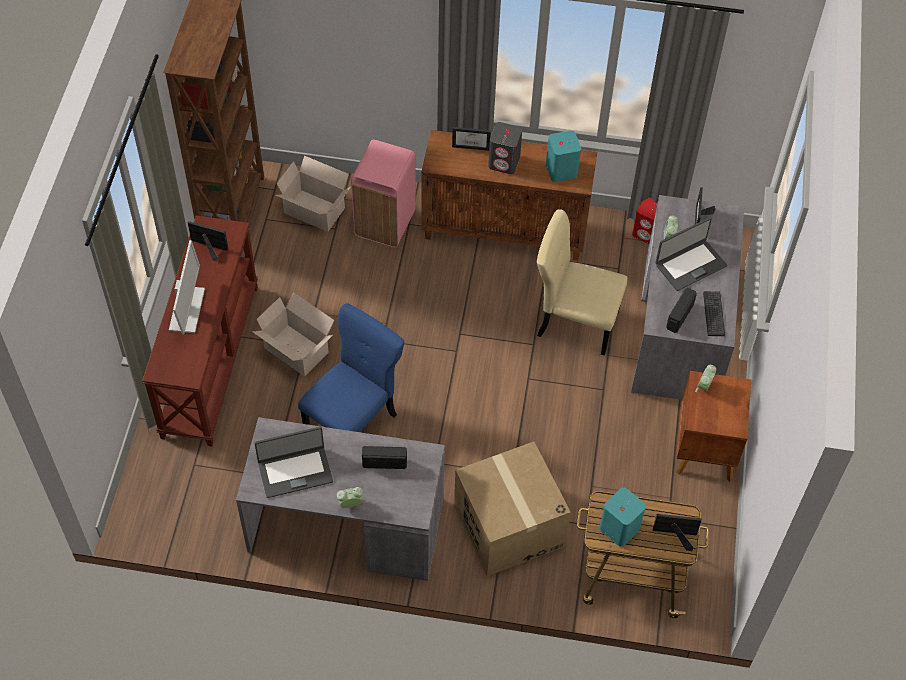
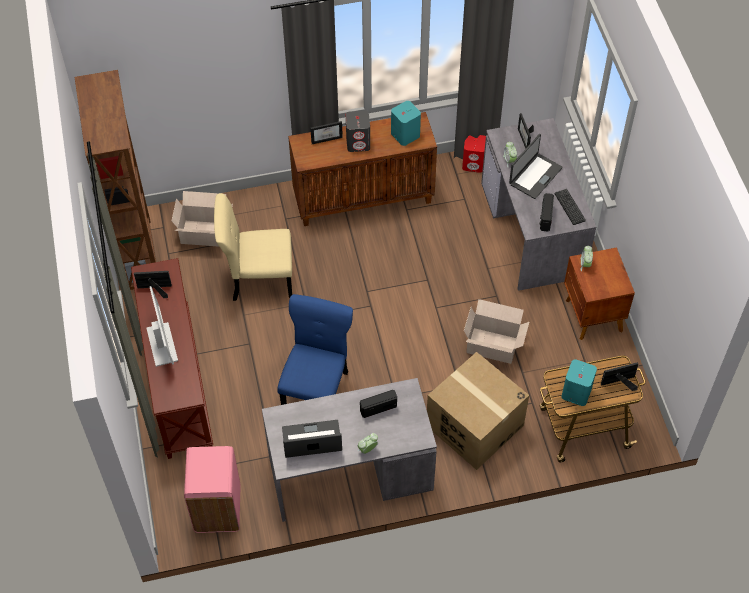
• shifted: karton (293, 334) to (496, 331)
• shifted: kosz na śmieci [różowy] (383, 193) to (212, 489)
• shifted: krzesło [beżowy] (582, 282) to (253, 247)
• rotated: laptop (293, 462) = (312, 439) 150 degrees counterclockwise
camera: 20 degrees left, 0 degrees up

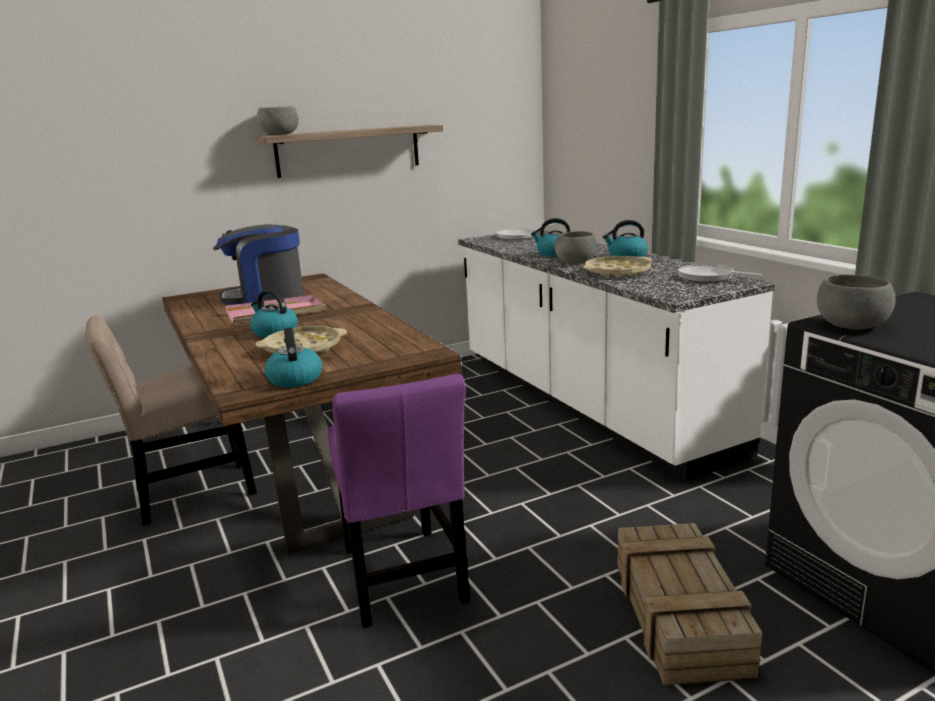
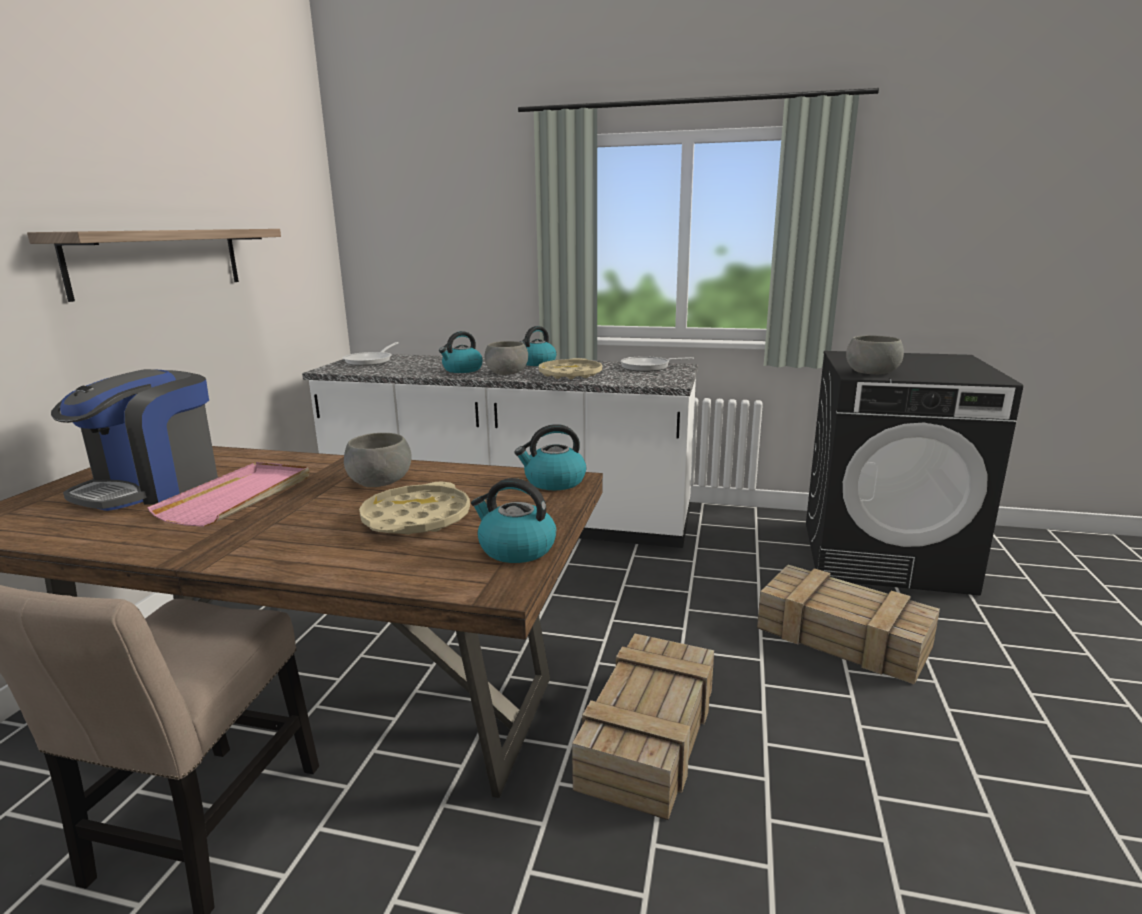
• shifted: czajnik (274, 313) to (550, 457)
• shifted: miska [szary] (278, 120) to (378, 460)
• swapped: krzesło [fioletowy] (399, 501) to skrzynka (643, 727)
camera: 50 degrees left, 0 degrees up

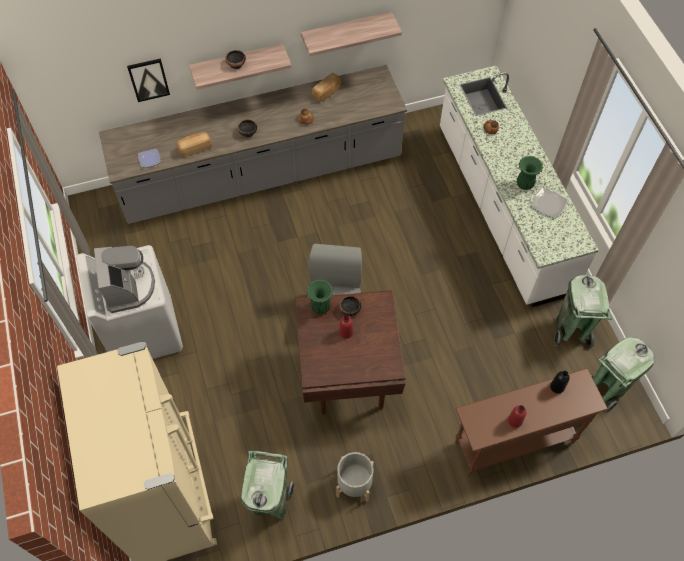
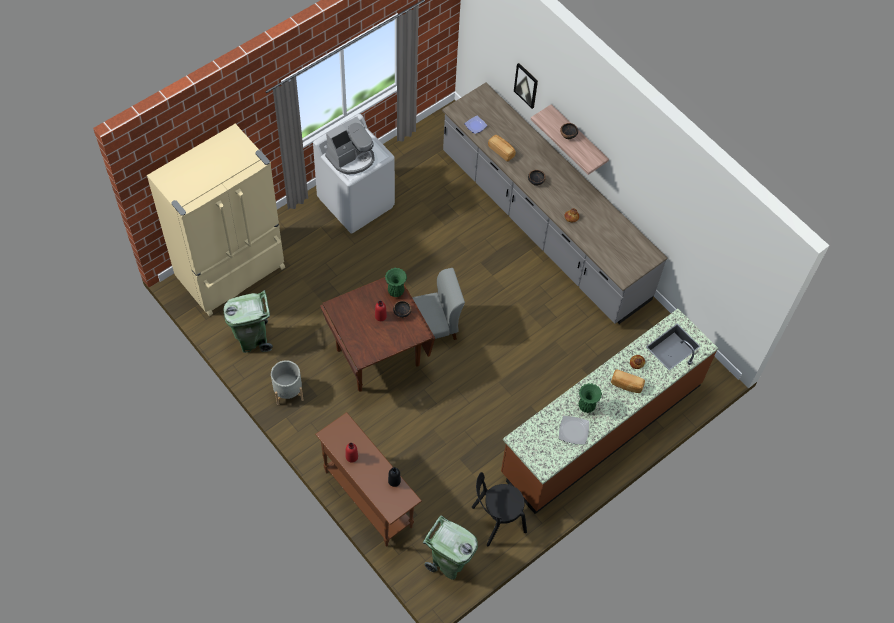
• gone: półka (351, 34)
• shifted: chleb (326, 87) to (628, 381)
• swapped: kosz na śmieci [zielony] (583, 311) to krzesło [czarny] (499, 509)
• repainted: zabudowa kuchenna [biały] (519, 186) to zabudowa kuchenna [brązowy] (609, 411)
camera: 65 degrees right, 0 degrees up

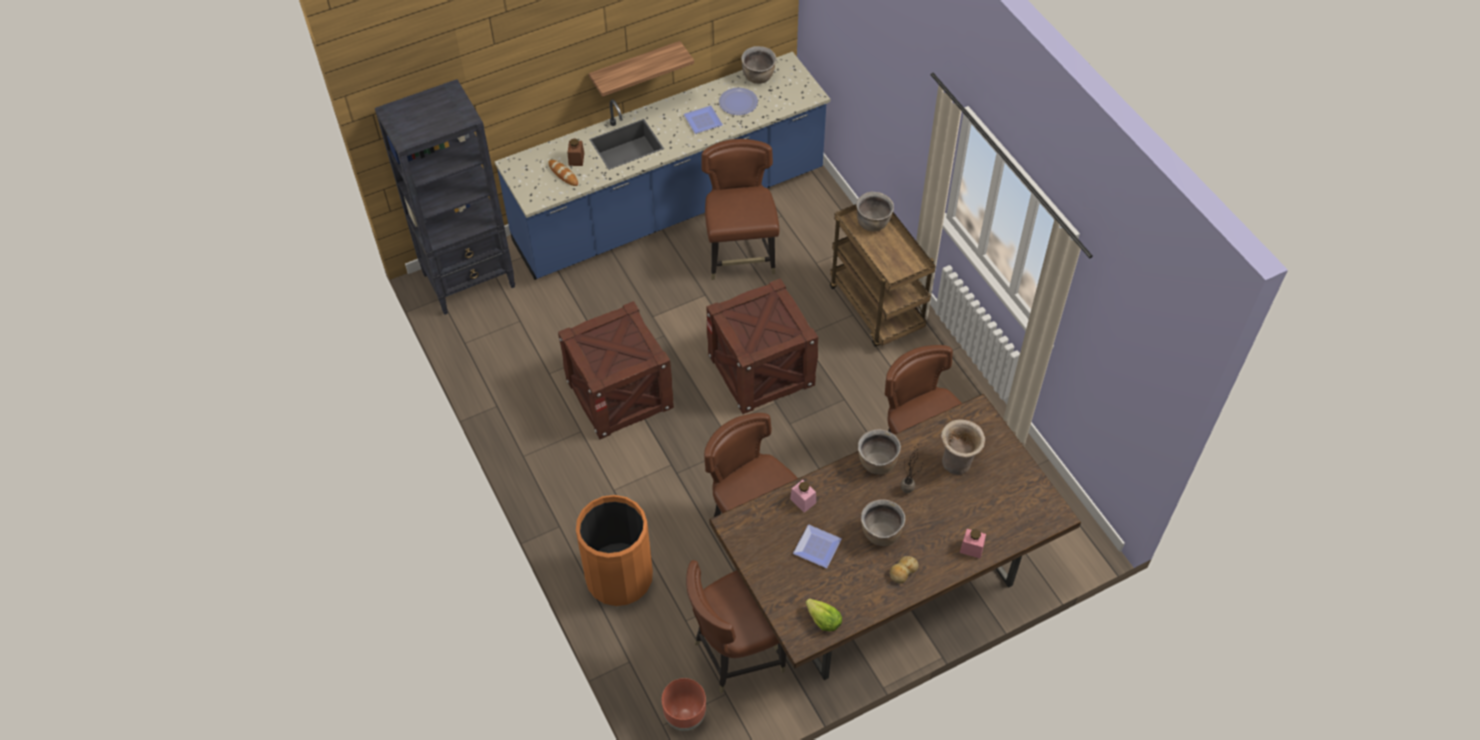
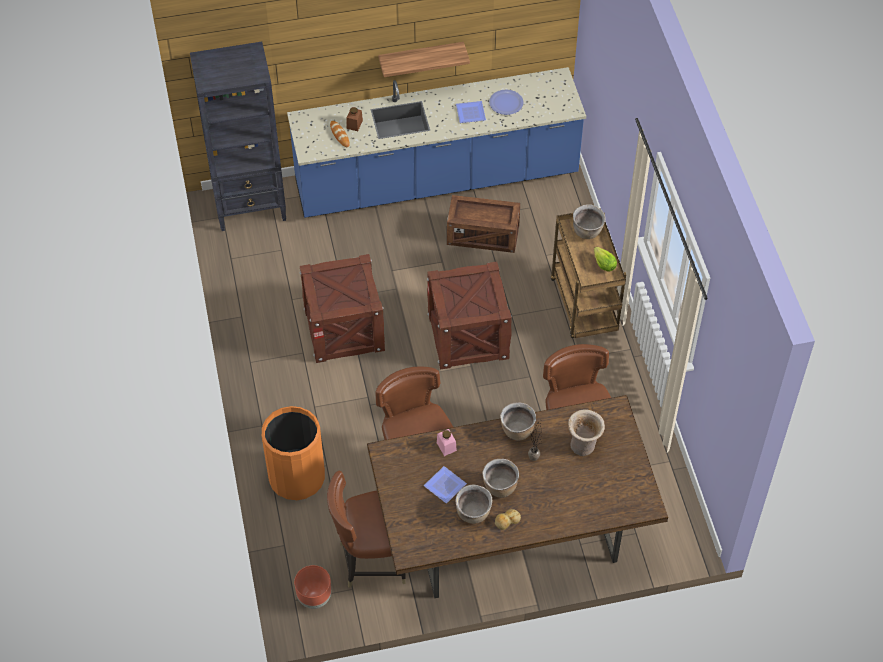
• gone: słoik [różowy] (973, 543)
• shifted: garnek [brązowy] (758, 65) to (474, 504)
• shifted: sałata (823, 614) to (605, 259)
• swapped: krzesło [brązowy] (740, 209) to skrzynka (483, 224)
camera: 15 degrees right, 0 degrees up

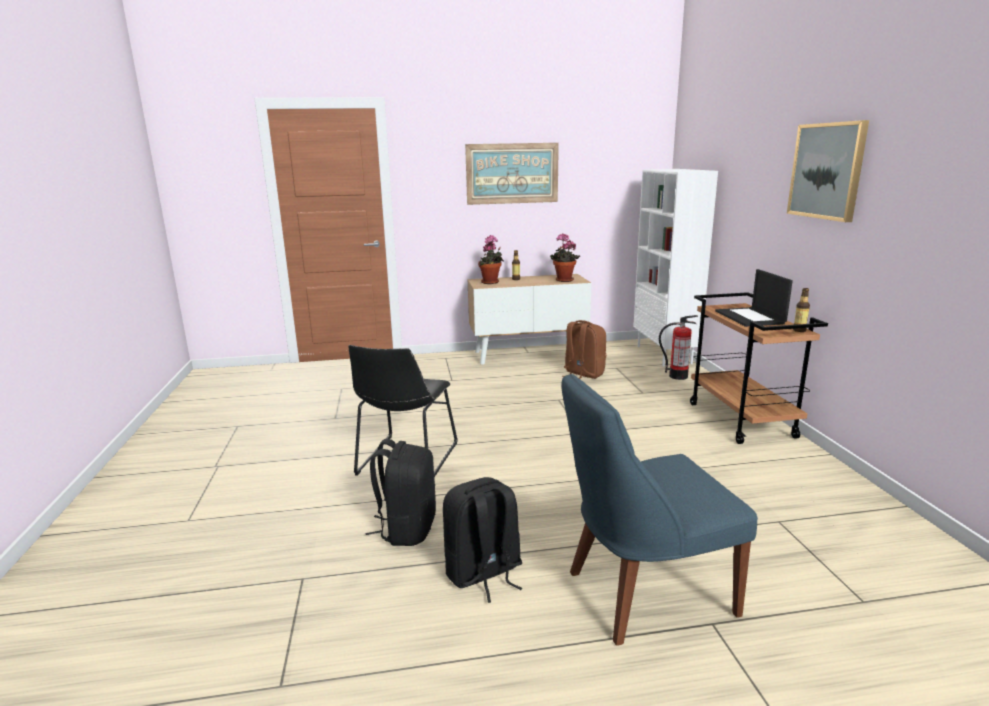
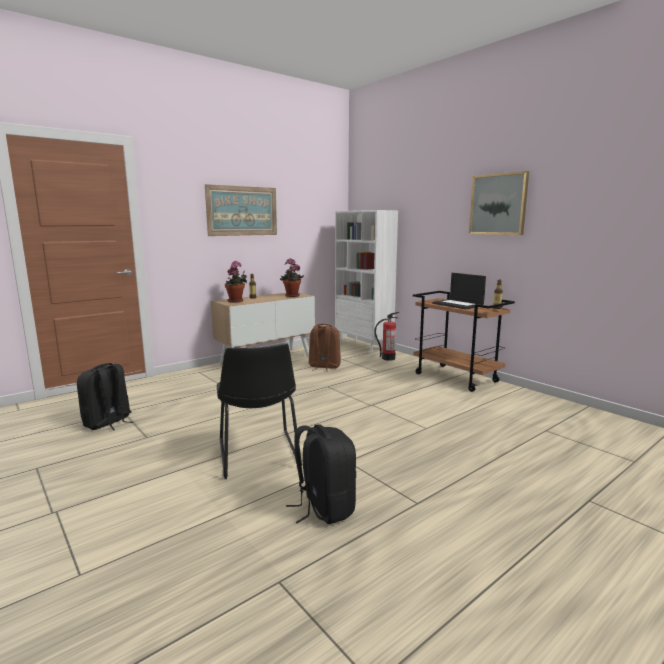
• gone: krzesło [niebieski] (659, 510)
• shifted: plecak [czarny] (482, 540) to (105, 397)
camera: 30 degrees left, 5 degrees down

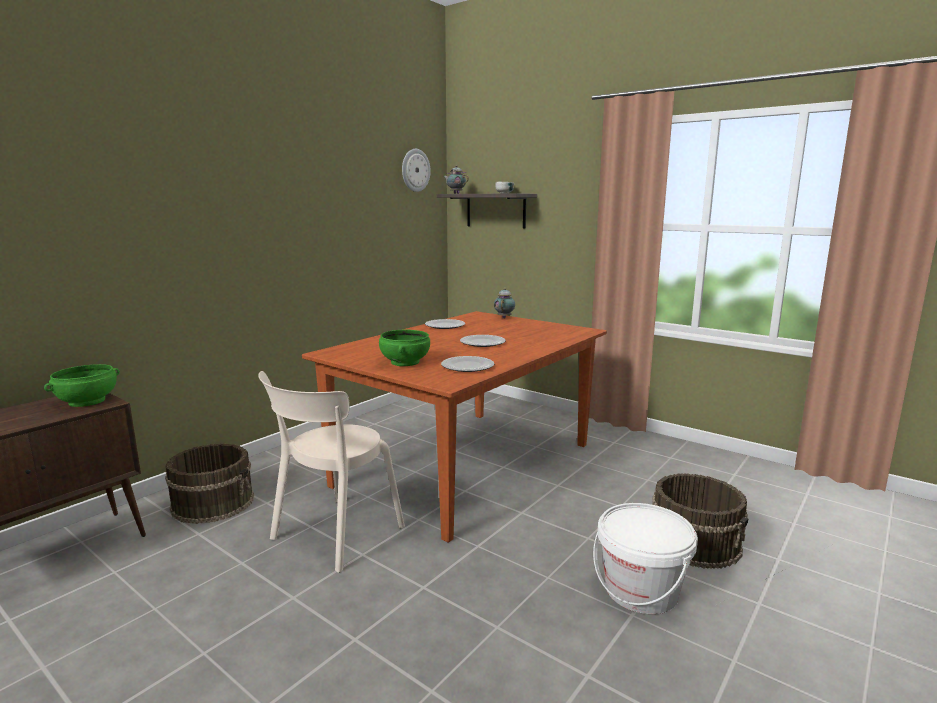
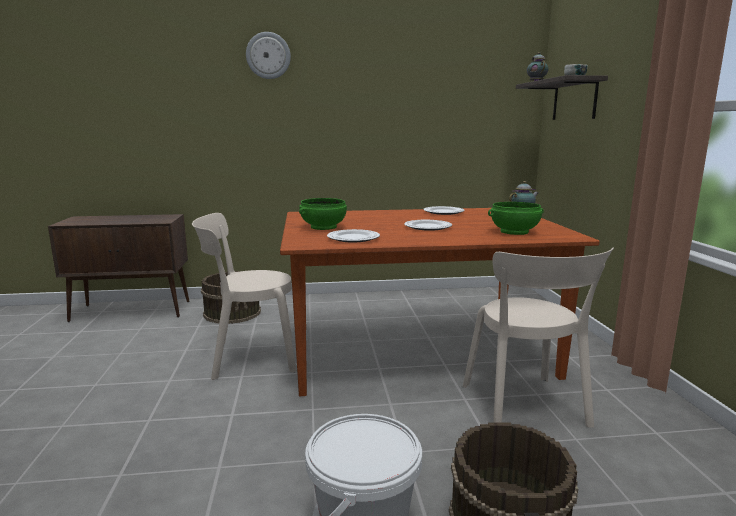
• new: krzesło [beżowy] (538, 338)
• shifted: miska [zielony] (82, 385) to (516, 218)
• shifted: zegar ścienny (416, 170) to (268, 55)
camera: 45 degrees right, 0 degrees up

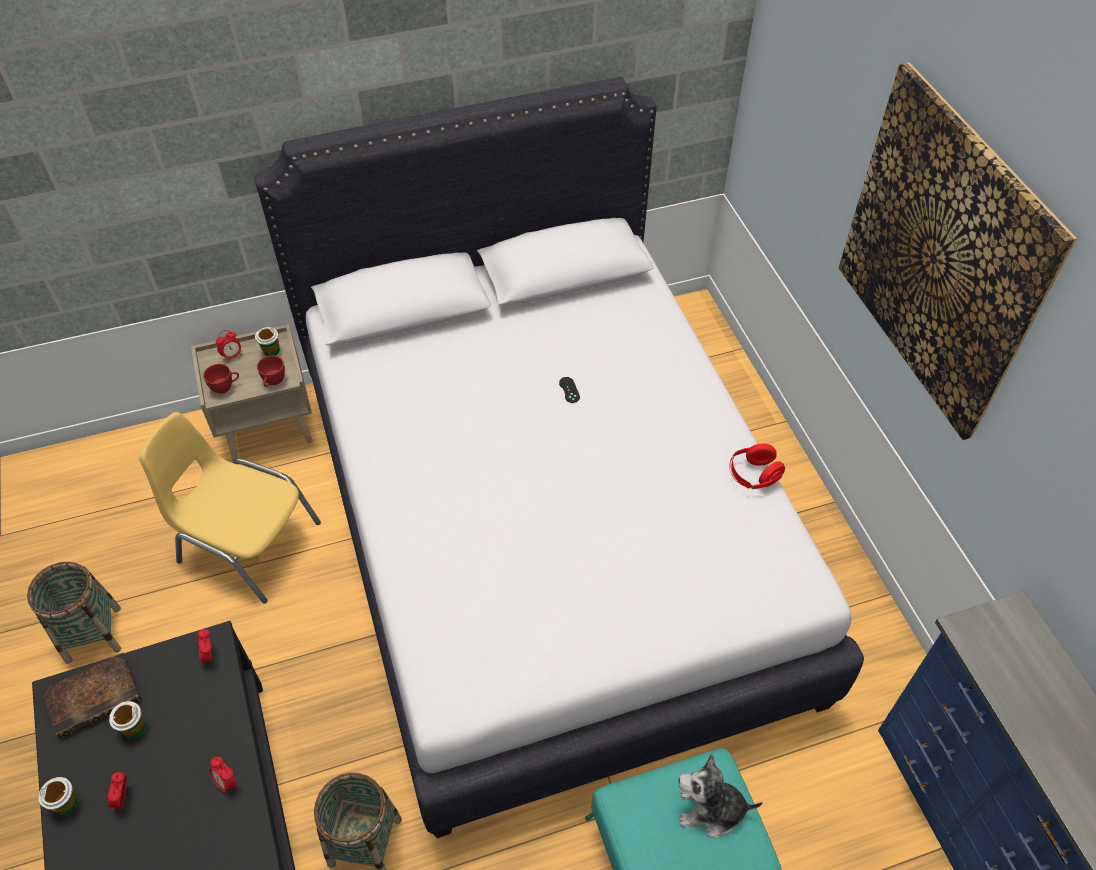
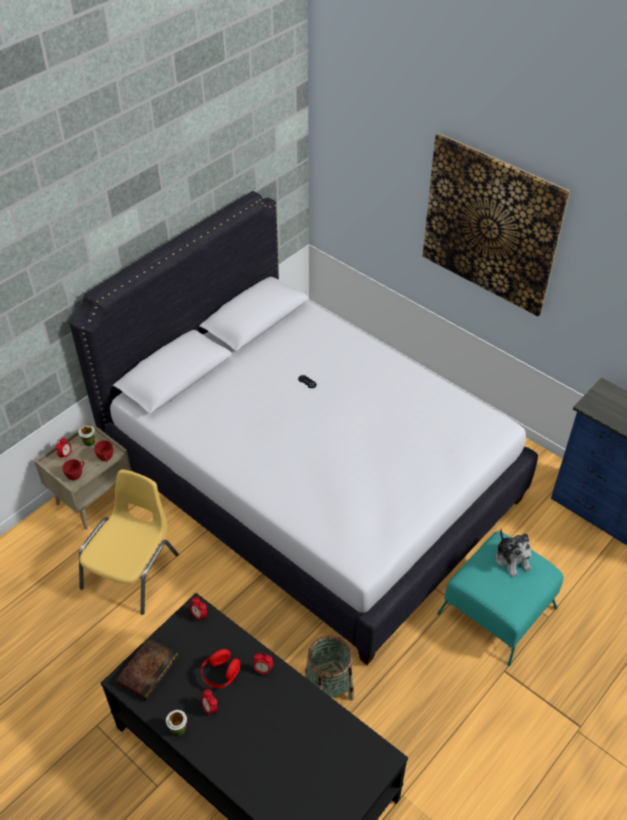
• gone: koszyk (74, 613)
• gone: filiżanka (127, 719)
• shifted: słuchawki [czerwony] (757, 466) to (221, 668)
• rotated: krzesło [żółty] (229, 507) = (129, 542) 120 degrees clockwise
• rotated: pluszak (720, 795) = (514, 553) 90 degrees counterclockwise
camera: 30 degrees left, 5 degrees down

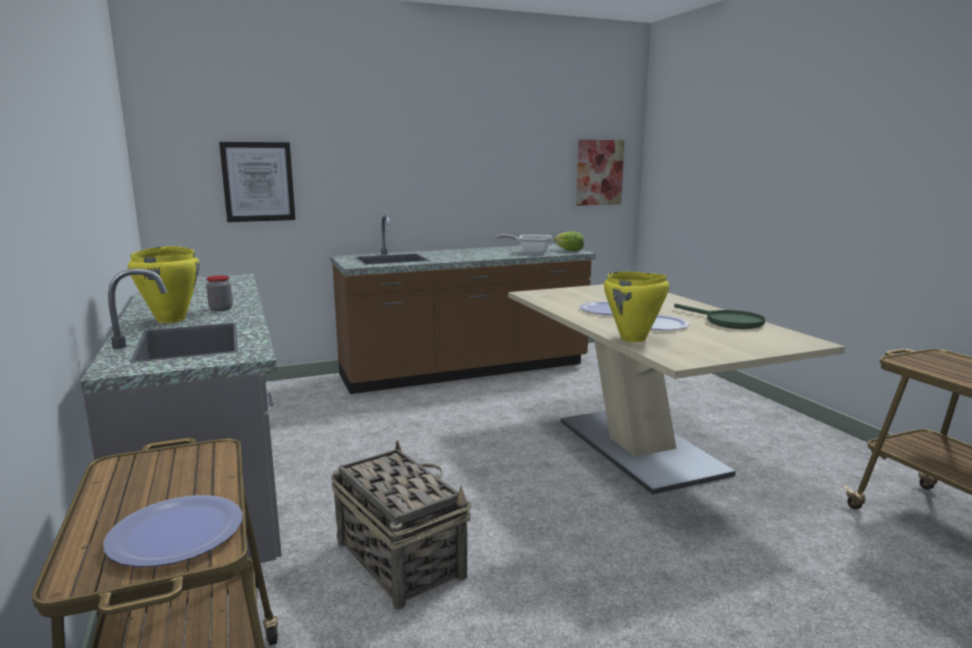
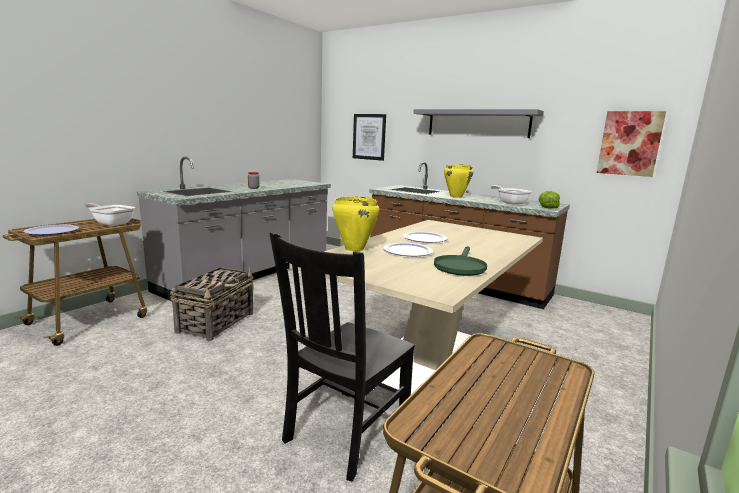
• new: patelnia (109, 214)
• new: krzesło [czarny] (342, 357)
• new: półka [szary] (478, 123)
• shifted: garnek [żółty] (164, 284) to (458, 181)
camera: 55 degrees right, 0 degrees up

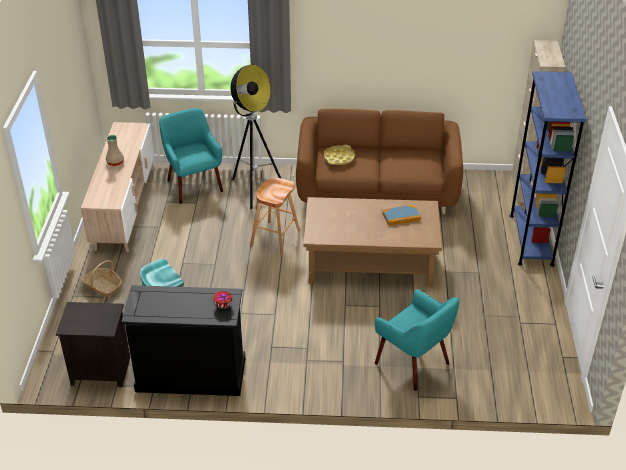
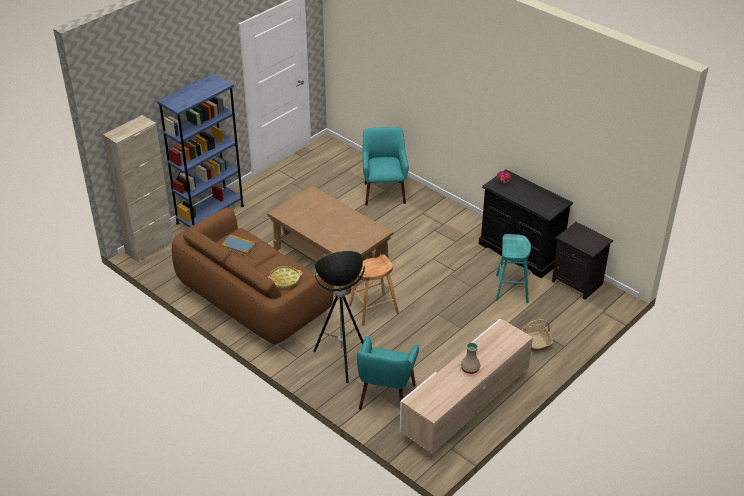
• shifted: książka (401, 215) to (238, 245)
camera: 140 degrees left, 0 degrees up

